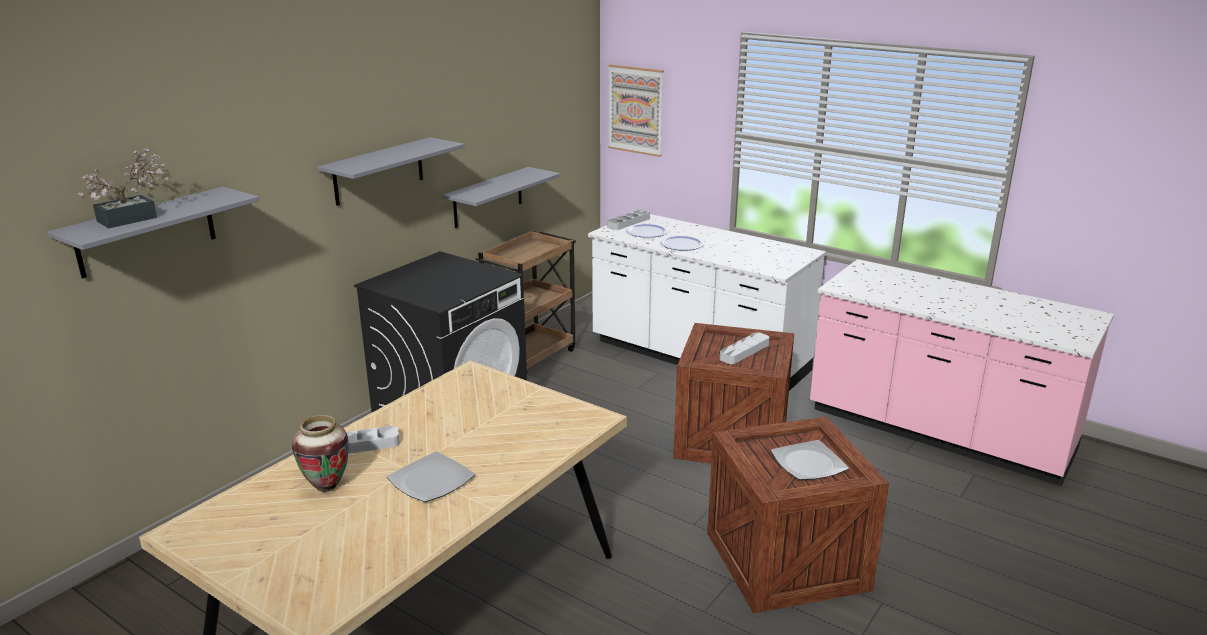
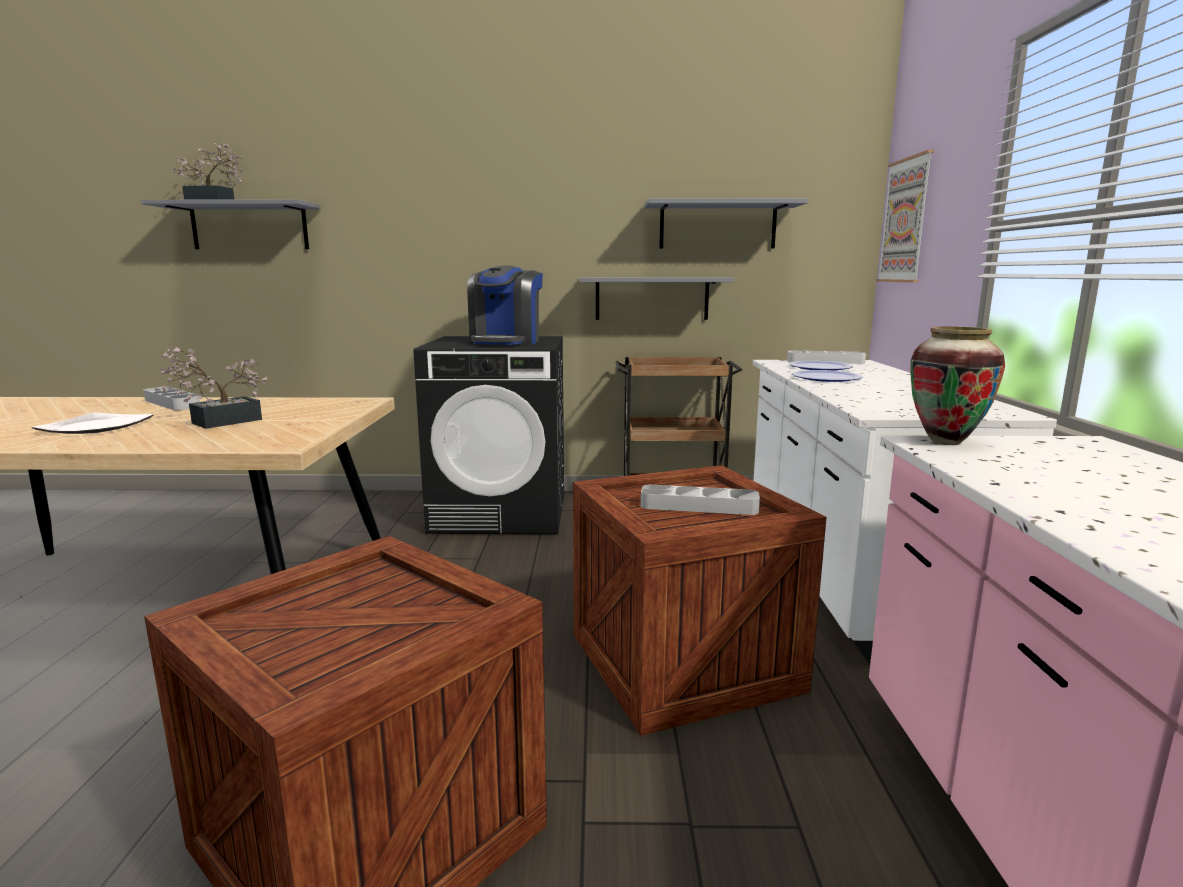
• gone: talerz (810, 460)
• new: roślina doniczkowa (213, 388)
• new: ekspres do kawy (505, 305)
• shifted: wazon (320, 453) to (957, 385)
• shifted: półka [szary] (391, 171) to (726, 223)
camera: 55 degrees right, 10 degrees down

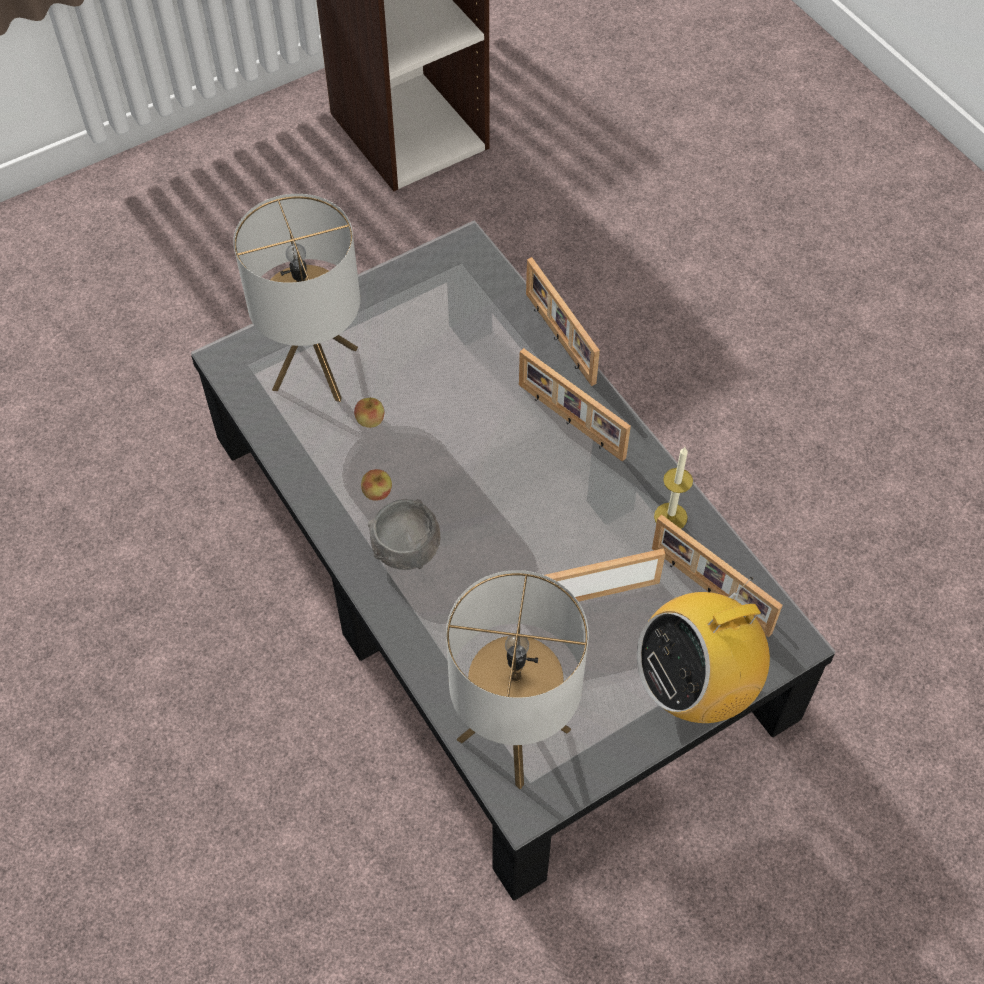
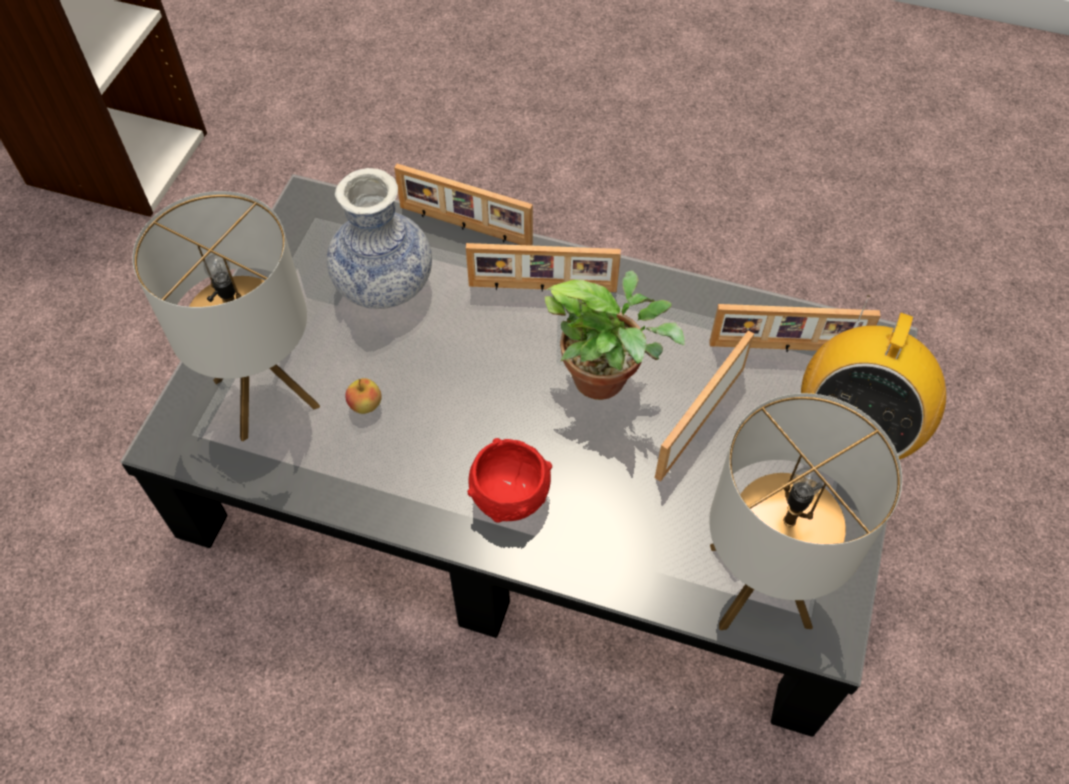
• gone: jabłko (376, 484)
• gone: świeca (673, 488)
• new: wazon (379, 238)
• new: roślina doniczkowa (615, 335)
• repainted: miska [szary] (404, 534) to miska [czerwony] (509, 480)
camera: 40 degrees left, 0 degrees up

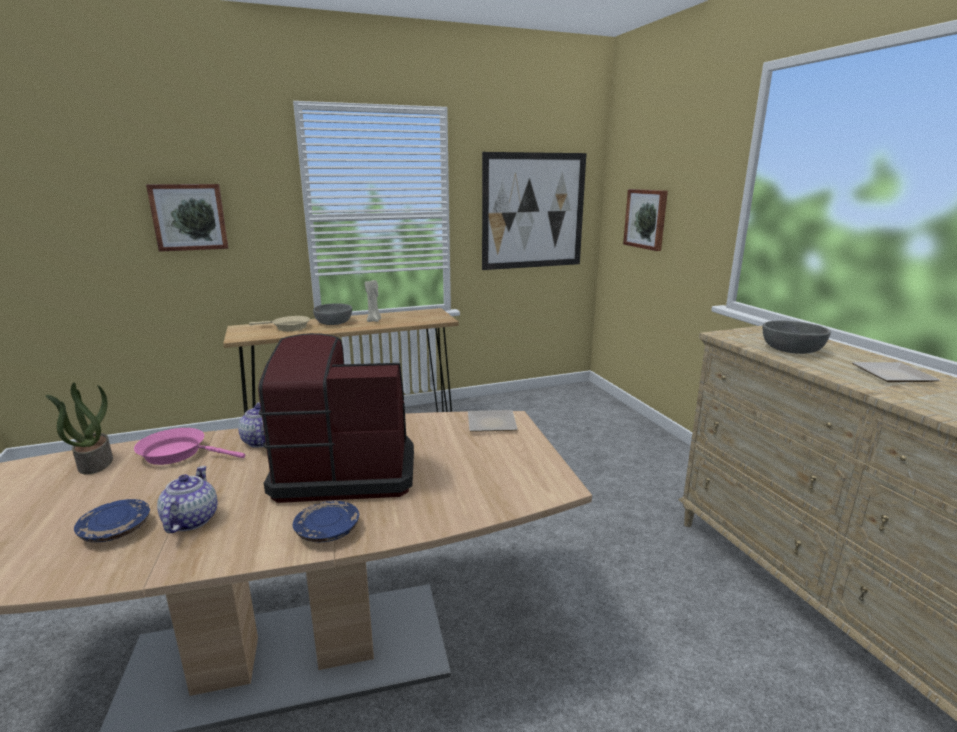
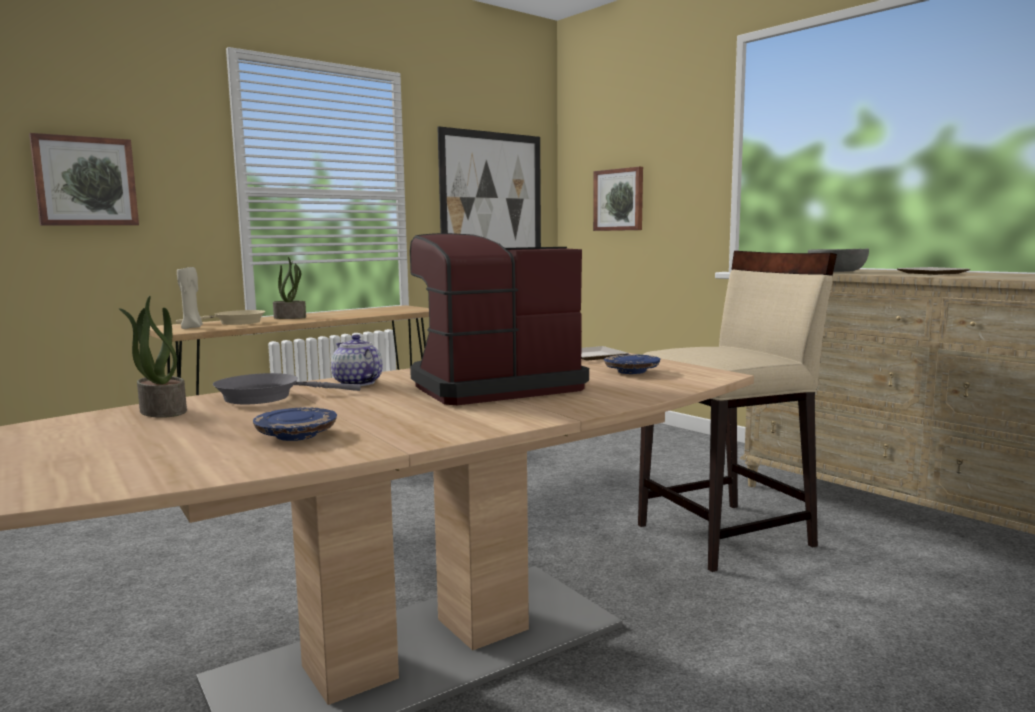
• gone: imbryk (187, 499)
• new: stołek [beżowy] (737, 411)
• shifted: talerz [niebieski] (326, 521) to (632, 364)
• shifted: świeca [beżowy] (373, 301) to (190, 297)
• swapped: miska [szary] (332, 314) to roślina doniczkowa (289, 288)
• repainted: patelnia [różowy] (189, 446) to patelnia [szary] (287, 388)
camera: 20 degrees left, 10 degrees down

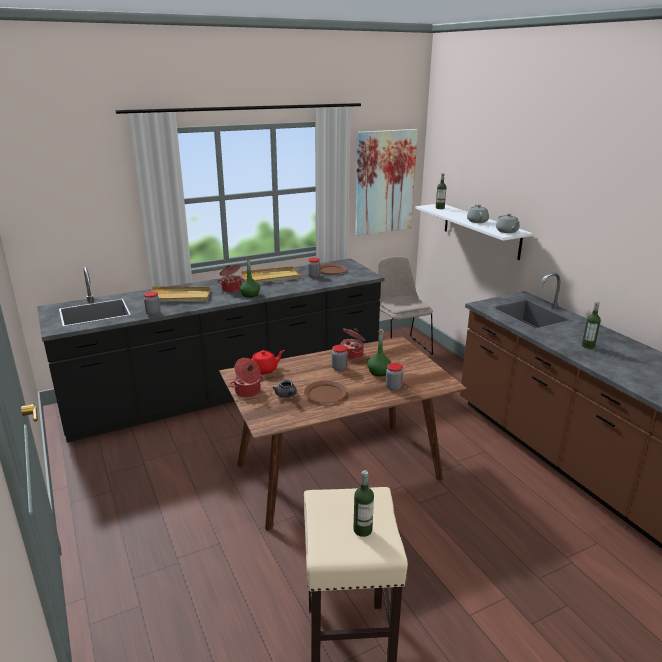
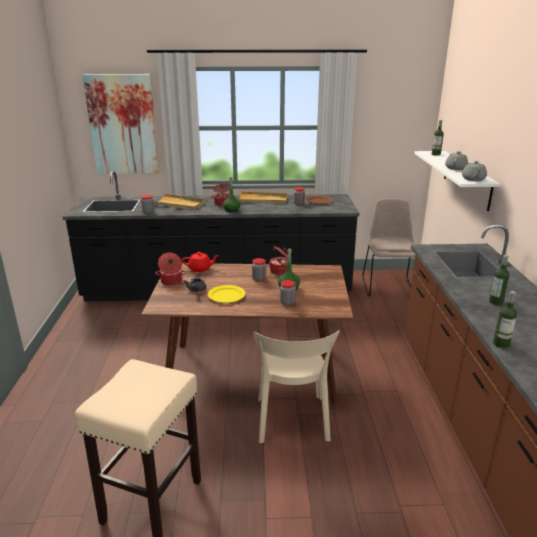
• new: krzesło [beżowy] (296, 386)
• shifted: butelka (363, 503) to (505, 319)
• shifted: obraz (386, 182) to (121, 124)
• repainted: talerz [brązowy] (325, 392) to talerz [żółty] (226, 294)
camera: 25 degrees right, 0 degrees up

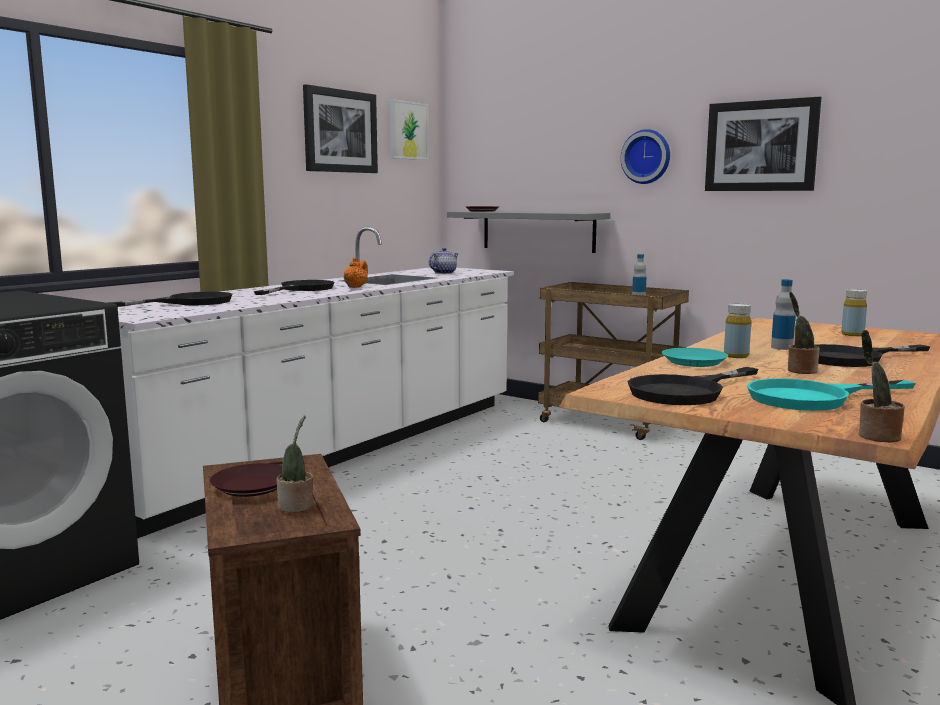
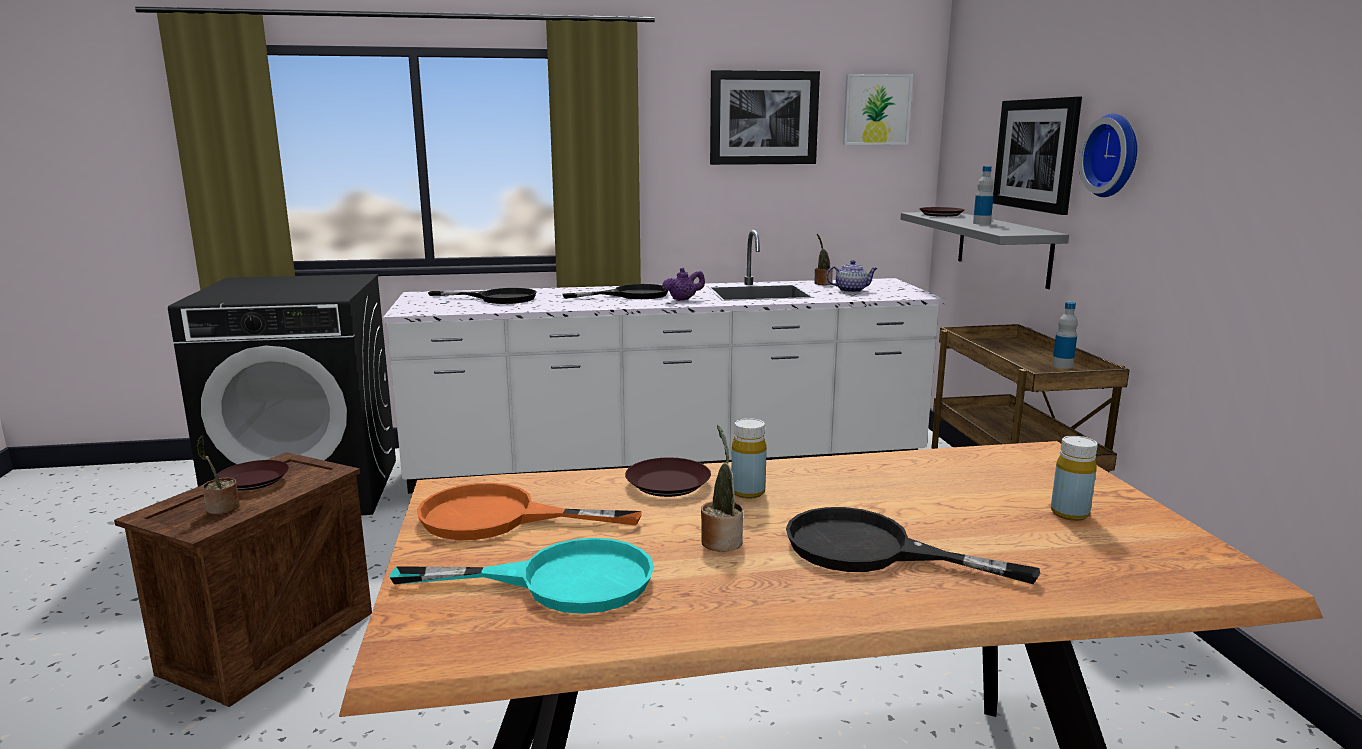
• shifted: obraz (763, 144) to (1037, 155)
• shifted: butelka (783, 314) to (983, 195)
• shifted: roślina doniczkowa (882, 386) to (824, 259)
• repainted: imbryk [pomarańczowy] (356, 272) to imbryk [fioletowy] (683, 284)
• repainted: patelnia [czarny] (693, 386) to patelnia [pomarańczowy] (529, 511)
• repainted: talerz [turkusowy] (695, 357) to talerz [brązowy] (668, 477)
• rotated: patelnia [turkusowy] (831, 394) = (522, 576) 150 degrees clockwise
camera: 45 degrees right, 5 degrees up

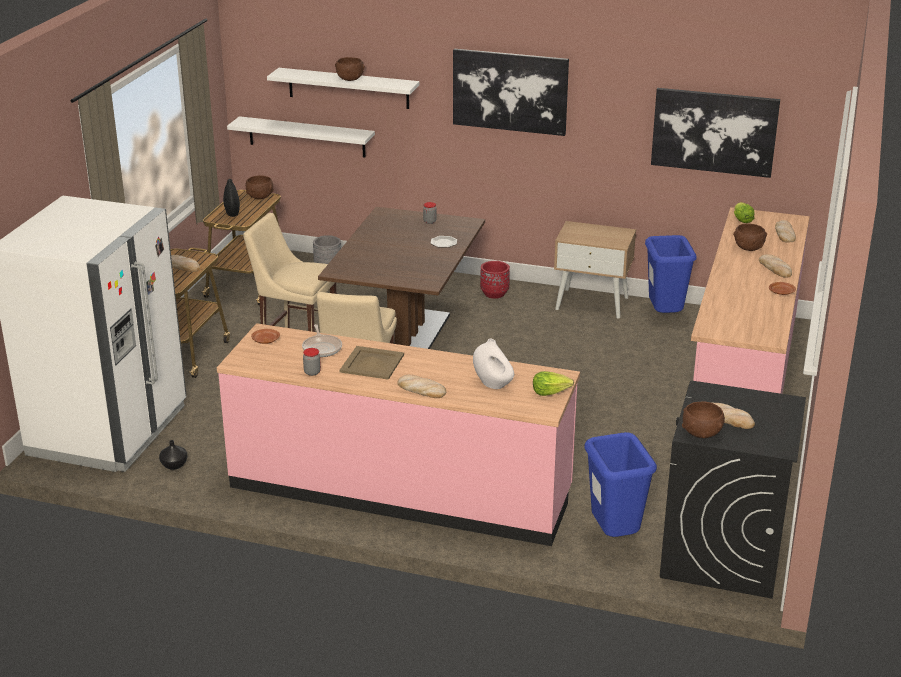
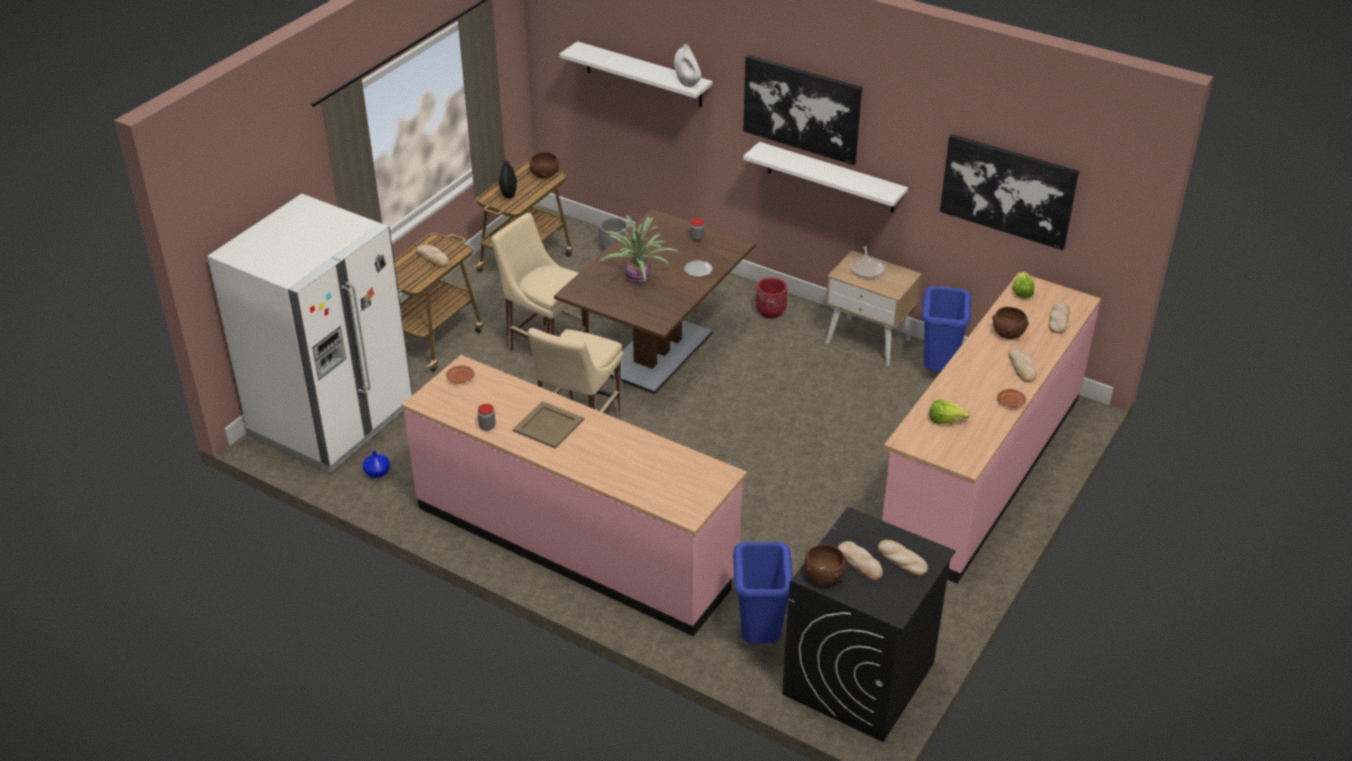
• gone: miska [brązowy] (350, 69)
• new: roślina doniczkowa (639, 250)
• shifted: półka [biały] (301, 136) to (825, 177)
• shifted: patelnia (322, 340) to (868, 262)
• shifted: chleb (421, 386) to (903, 558)
• shifted: wazon [biały] (493, 364) to (687, 65)
• shifted: sałata (553, 383) to (949, 412)
• repainted: wazon [czarny] (173, 455) to wazon [niebieski] (376, 464)
camera: 15 degrees right, 10 degrees up

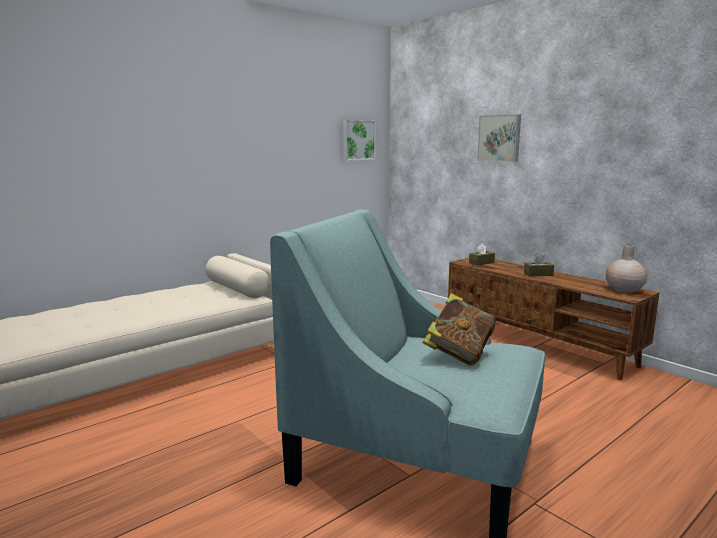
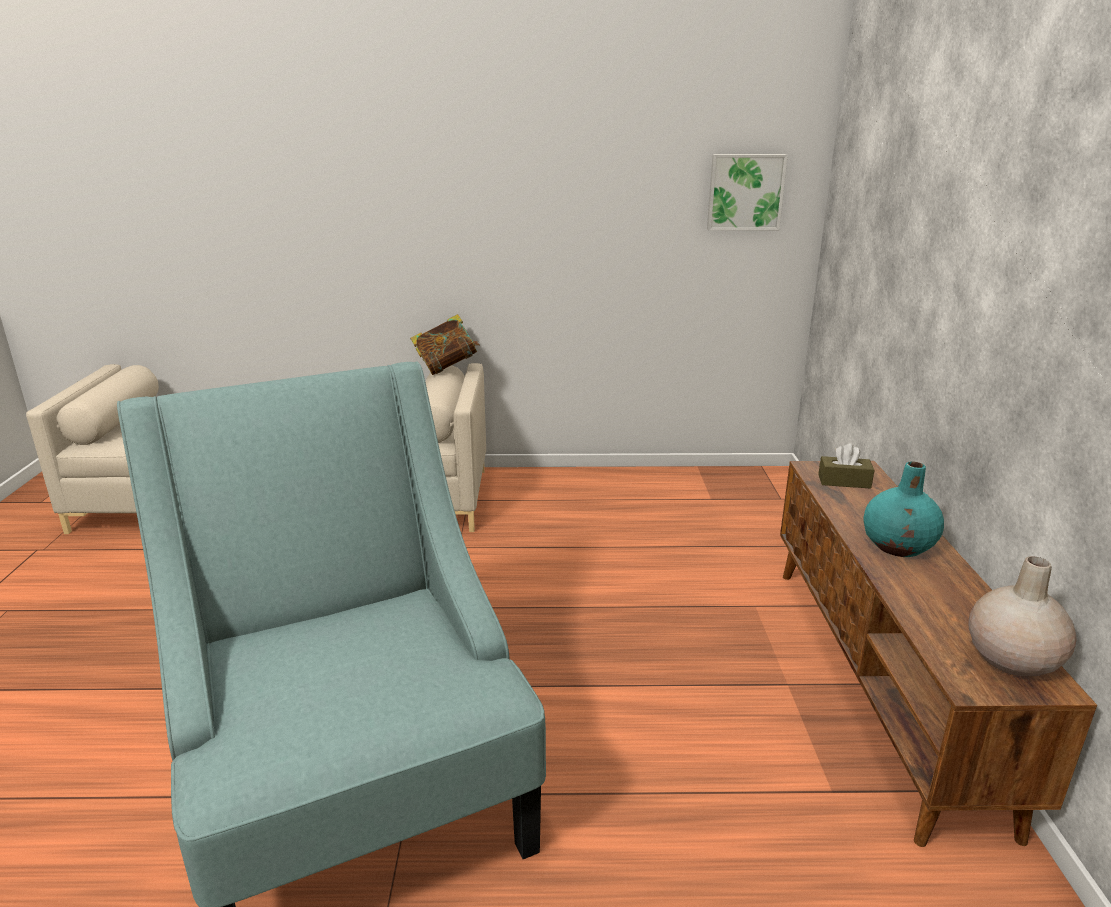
• gone: obraz (499, 138)
• shifted: książka (459, 329) to (445, 344)
• swapped: pudełko chusteczek [brązowy] (539, 265) to wazon [turkusowy] (904, 509)
camera: 40 degrees right, 10 degrees up

